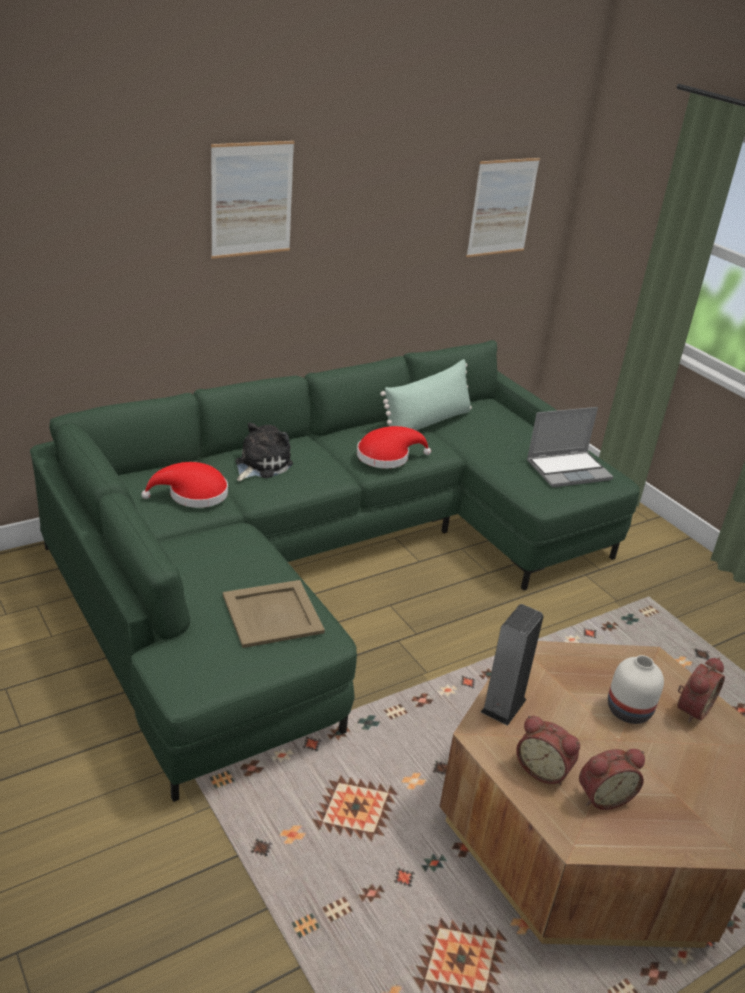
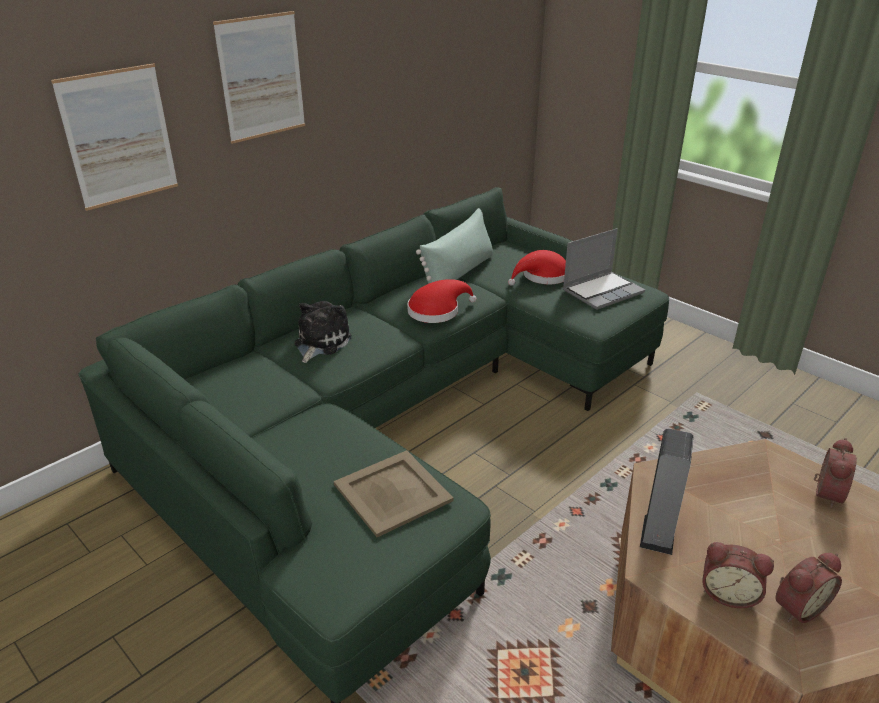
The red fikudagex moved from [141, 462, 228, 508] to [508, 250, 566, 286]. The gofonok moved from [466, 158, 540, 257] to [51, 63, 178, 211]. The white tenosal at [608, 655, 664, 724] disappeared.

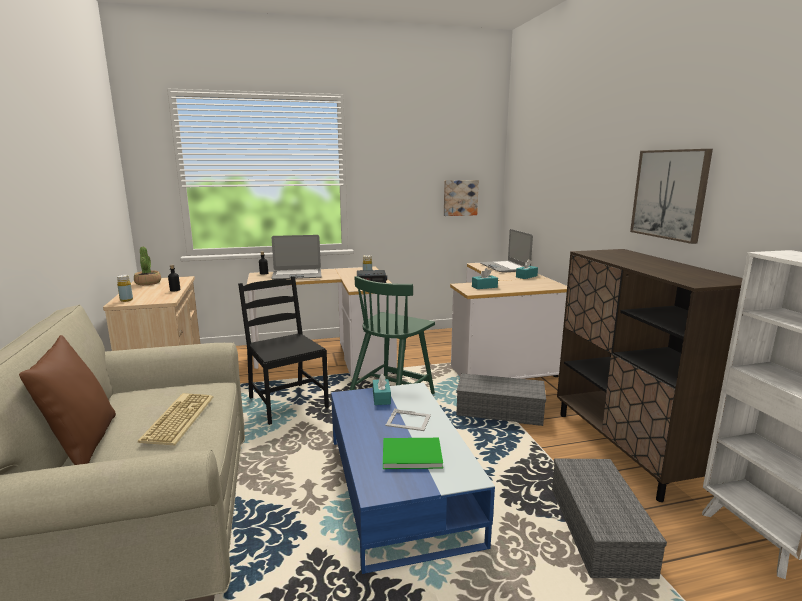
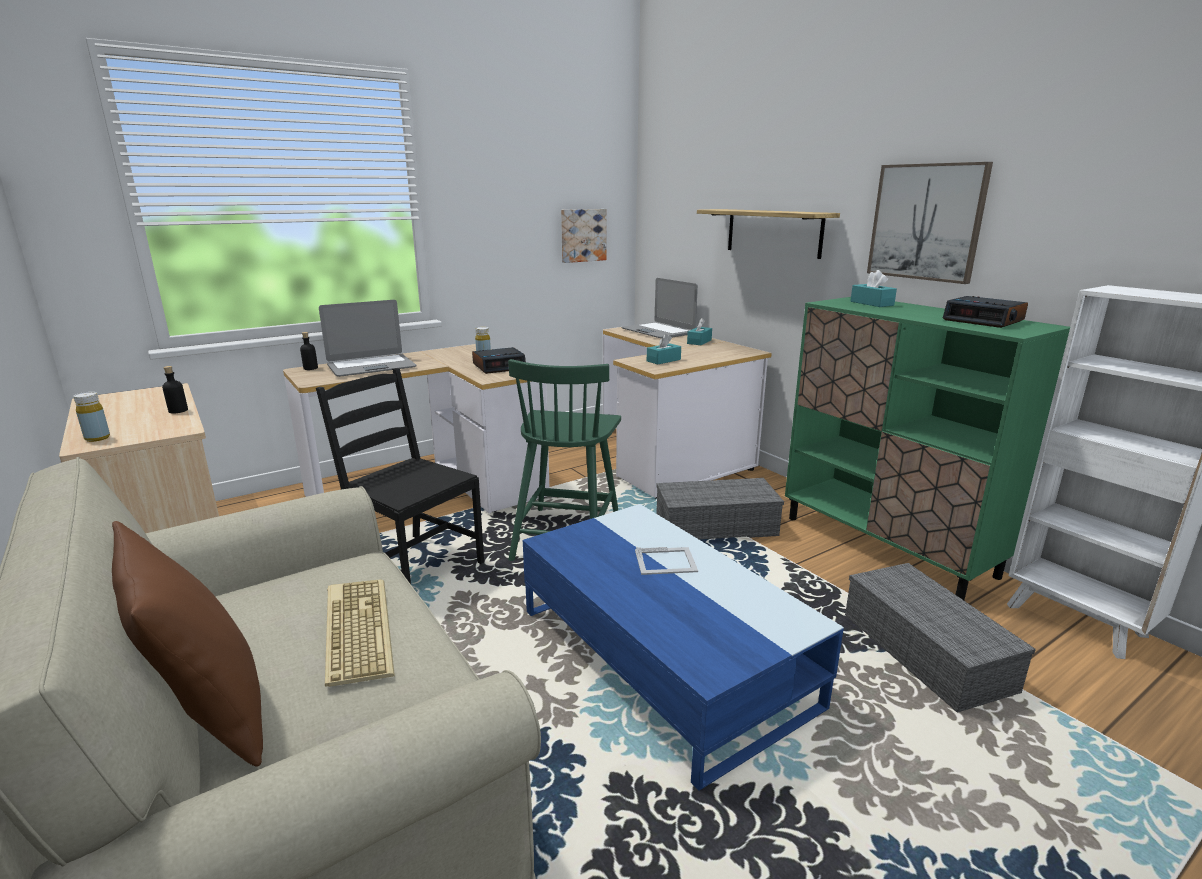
The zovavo at [134, 247, 161, 285] disappeared. The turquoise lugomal moved from [373, 374, 391, 405] to [851, 270, 897, 307]. The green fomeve at [383, 438, 443, 469] disappeared. The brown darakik at [557, 249, 743, 502] became the green darakik at [785, 297, 1070, 600]. The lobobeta at [697, 209, 840, 259] appeared. The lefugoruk at [943, 296, 1028, 328] appeared.

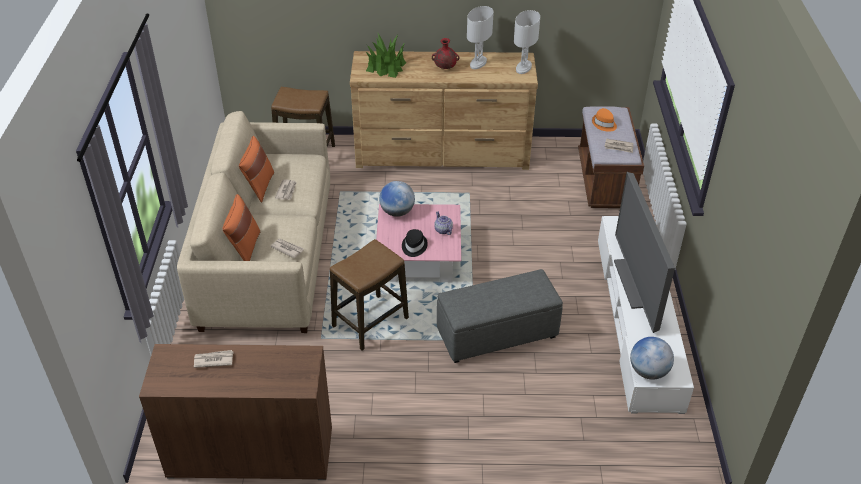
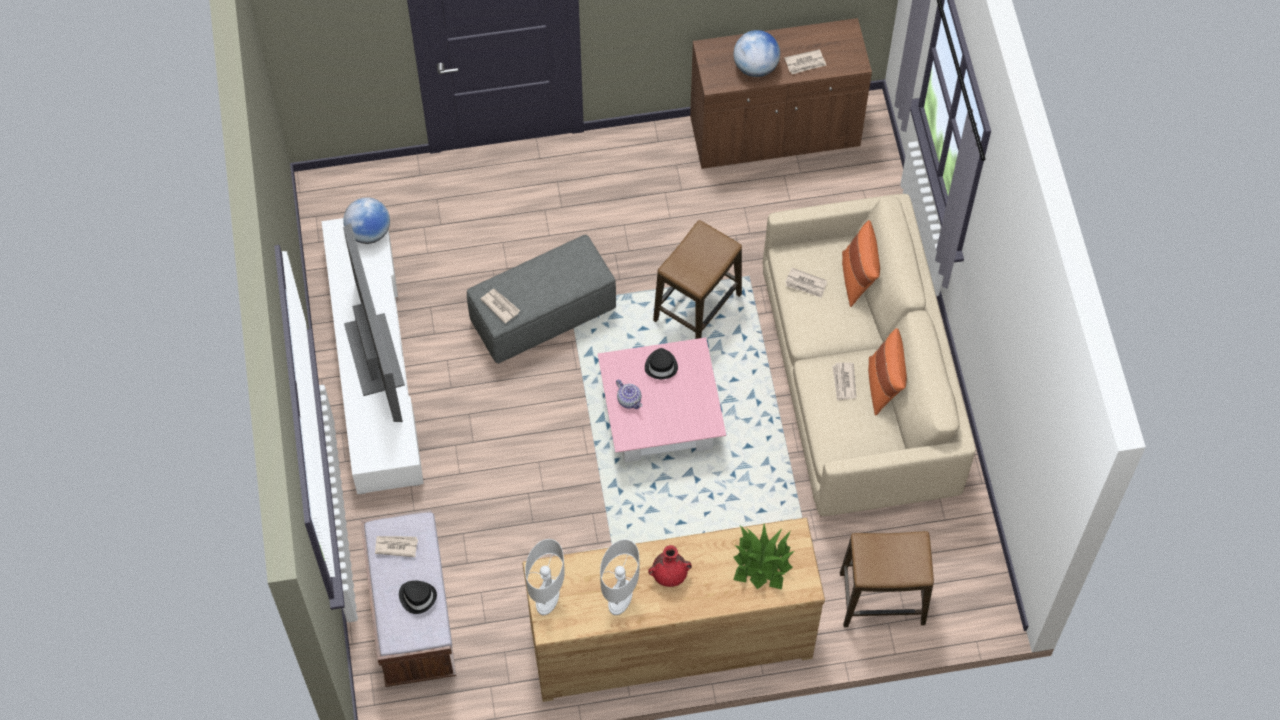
The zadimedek moved from [379, 181, 415, 217] to [733, 30, 780, 77]. The orange fikudagex at [592, 108, 617, 132] became the black fikudagex at [399, 581, 437, 614]. The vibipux at [481, 289, 520, 324] appeared.

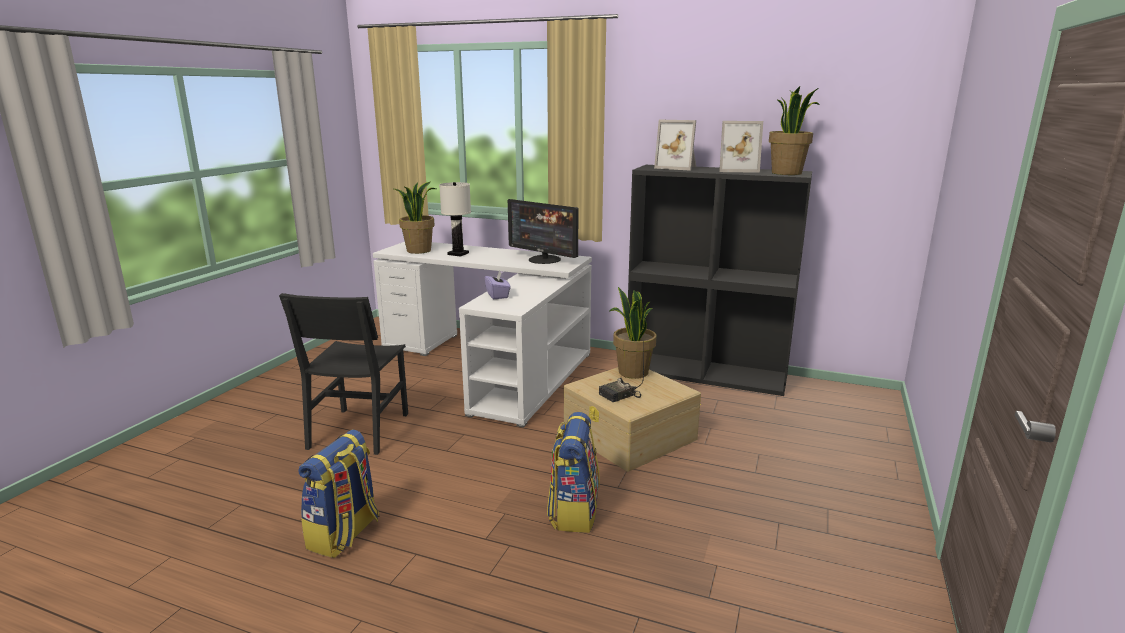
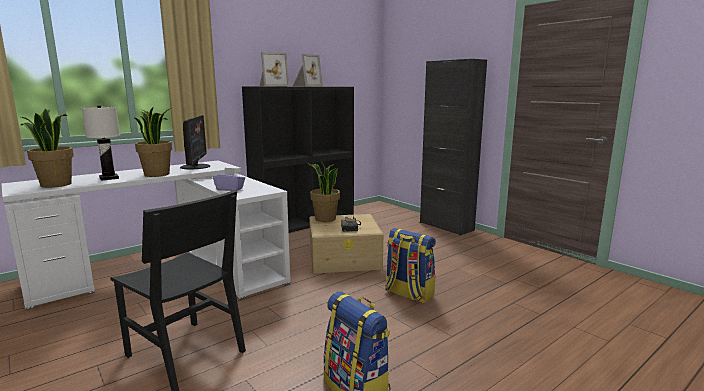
The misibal at [508, 199, 579, 264] turned 75 degrees counterclockwise. The zovavo moved from [769, 86, 819, 175] to [134, 106, 172, 177]. The black darakik at [420, 59, 487, 235] appeared.

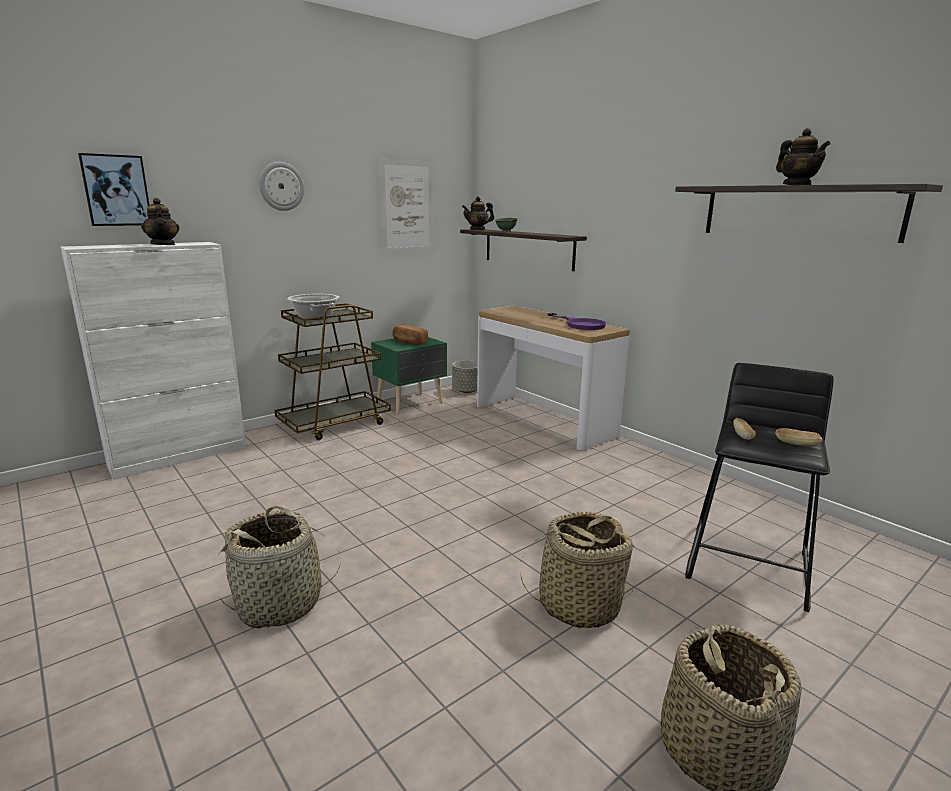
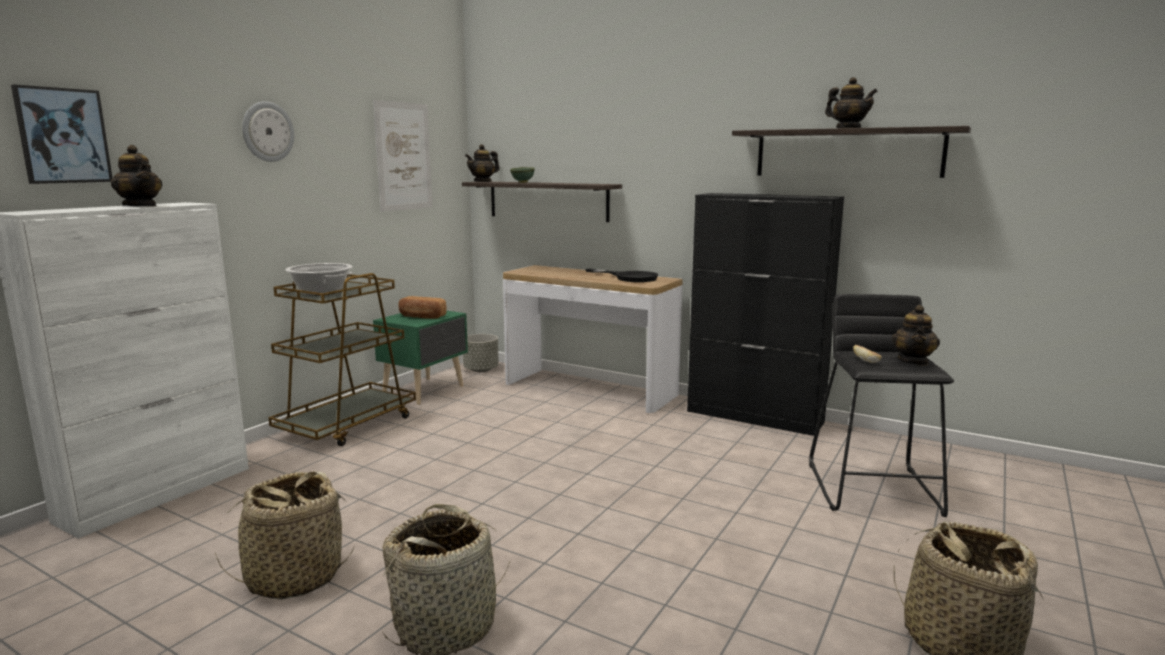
The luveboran moved from [520, 511, 635, 629] to [214, 471, 354, 600]. The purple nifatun at [547, 313, 607, 330] became the black nifatun at [585, 268, 658, 282]. The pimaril at [775, 428, 823, 446] was replaced by the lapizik at [892, 305, 940, 366]. The black darakik at [687, 193, 844, 436] appeared.

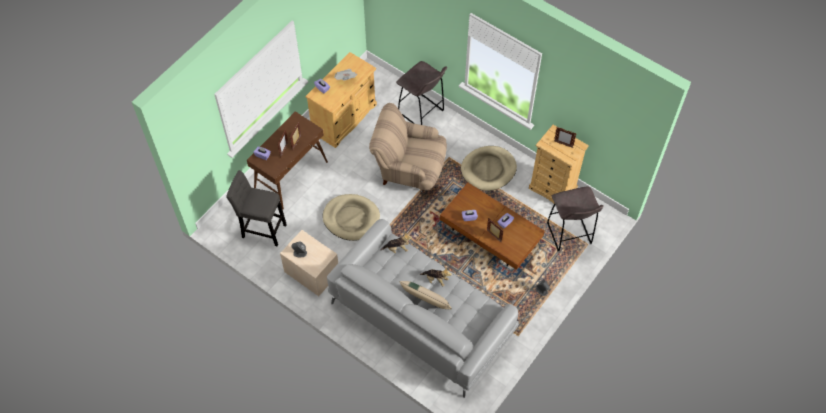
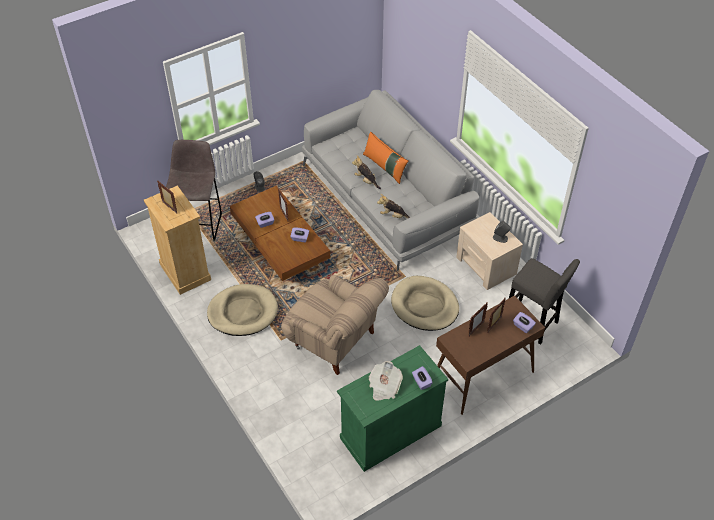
The beige darakik at [306, 52, 377, 148] became the green darakik at [337, 345, 448, 472]. The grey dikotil at [396, 61, 447, 125] disappeared. The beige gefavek at [400, 281, 452, 309] became the orange gefavek at [363, 131, 408, 184].

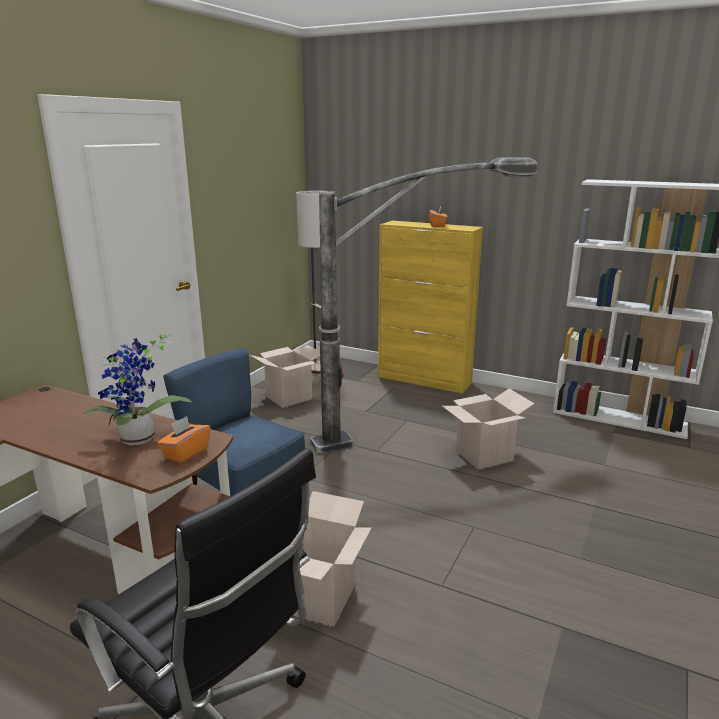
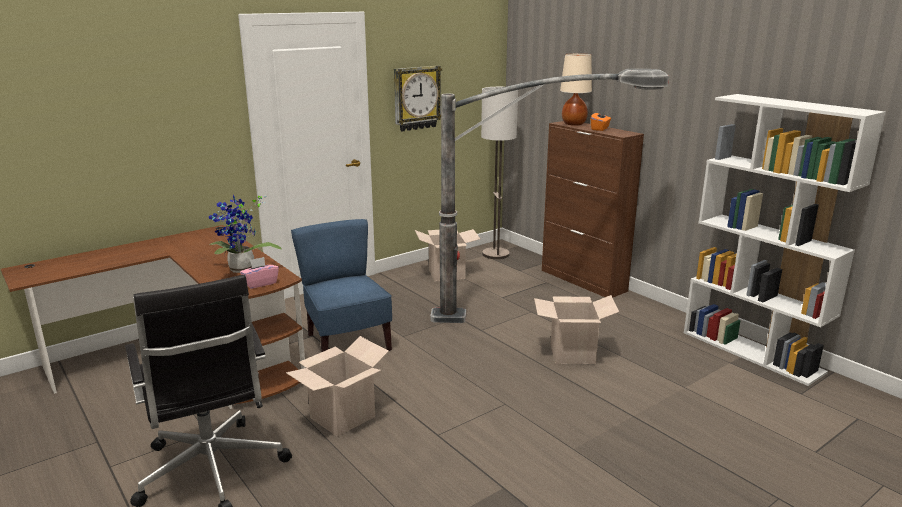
The orange lugomal at [157, 416, 210, 463] became the pink lugomal at [240, 257, 279, 289]. The yellow darakik at [378, 221, 483, 393] became the brown darakik at [542, 121, 644, 298]. The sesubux at [394, 66, 442, 132] appeared. The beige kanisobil at [560, 53, 592, 126] appeared.

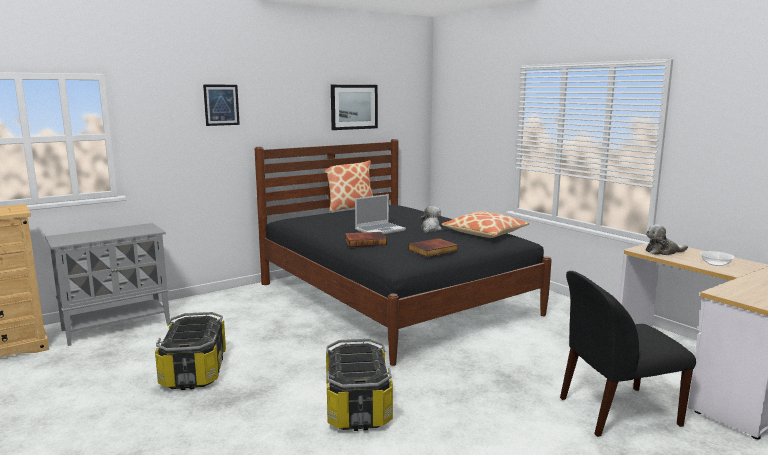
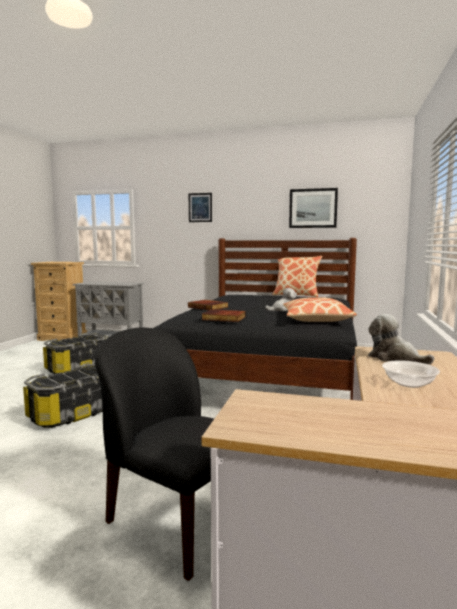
The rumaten at [355, 194, 406, 234] disappeared.

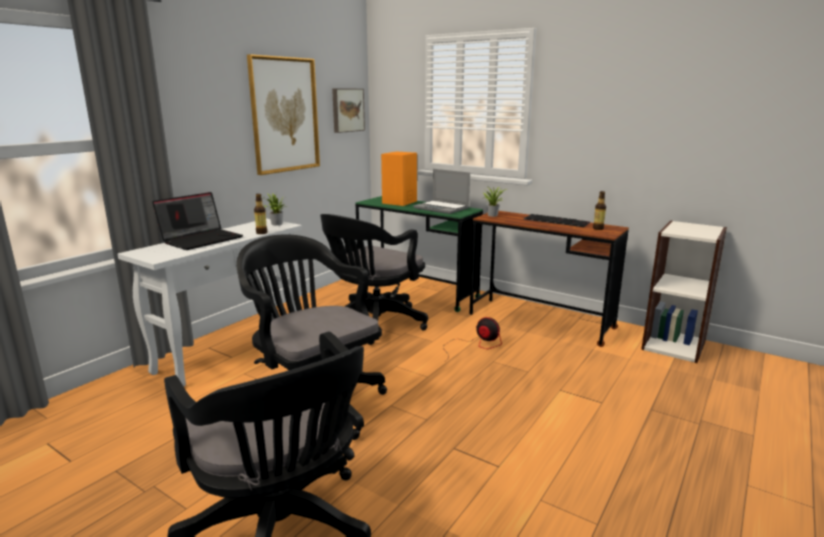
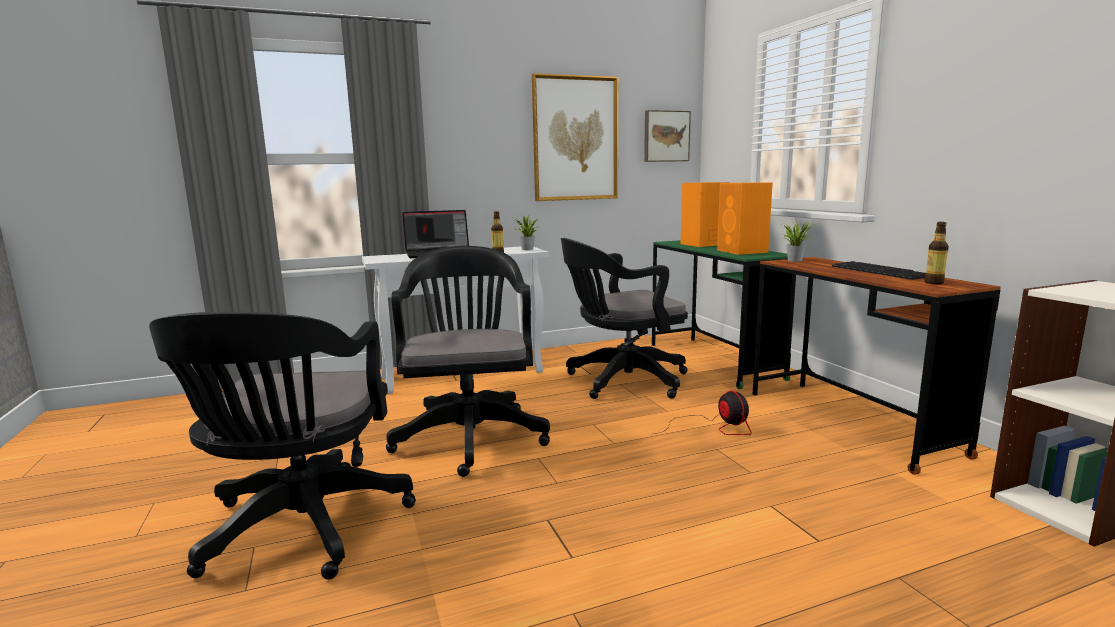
The rumaten at [414, 169, 470, 214] was replaced by the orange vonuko at [717, 182, 773, 255].

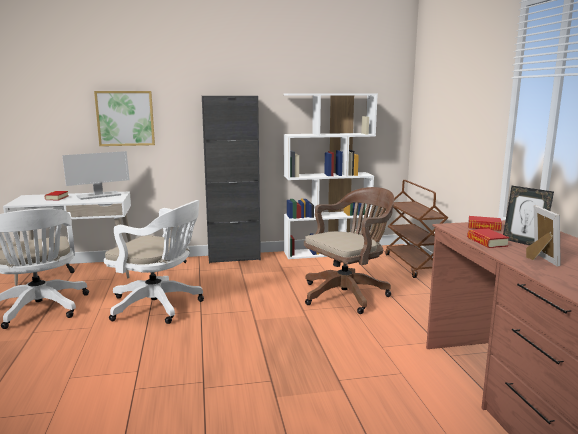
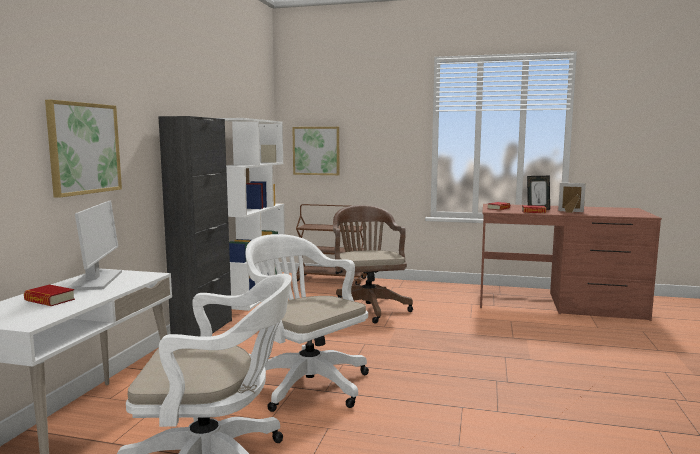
The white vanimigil at [104, 200, 204, 324] turned 90 degrees counterclockwise. The gofonok at [292, 127, 339, 175] appeared.

